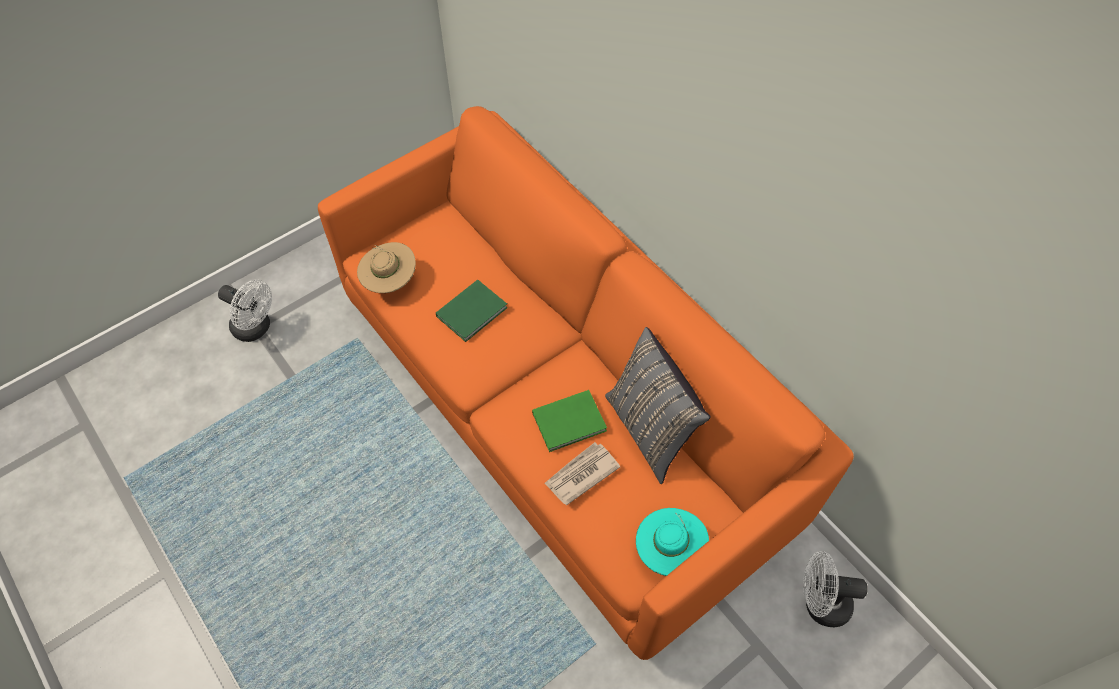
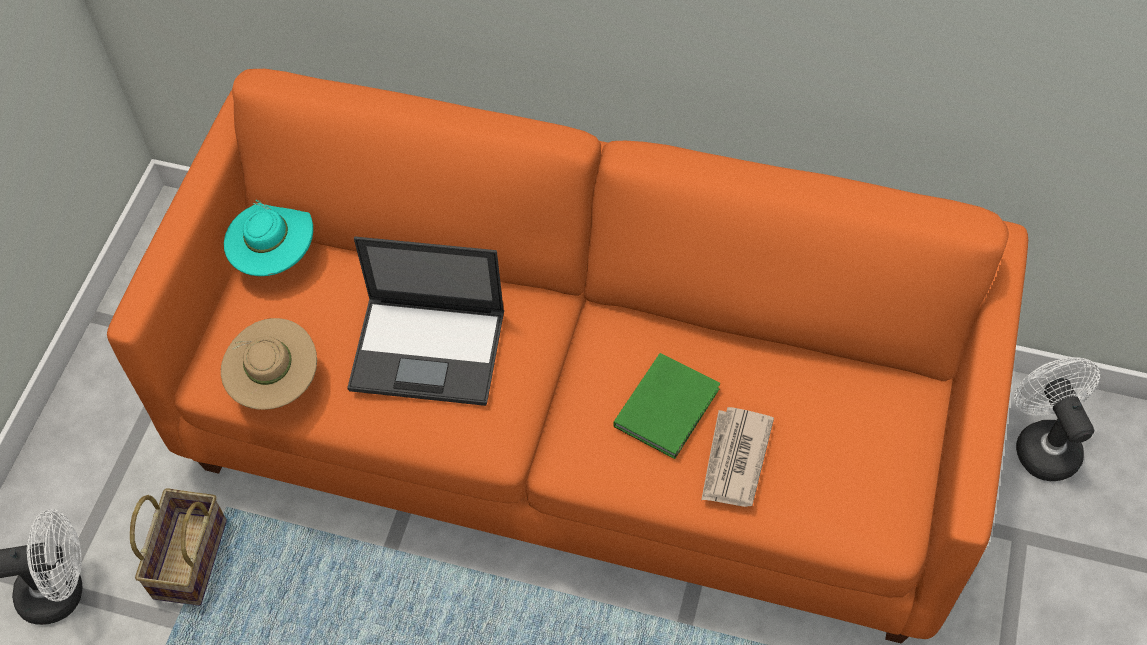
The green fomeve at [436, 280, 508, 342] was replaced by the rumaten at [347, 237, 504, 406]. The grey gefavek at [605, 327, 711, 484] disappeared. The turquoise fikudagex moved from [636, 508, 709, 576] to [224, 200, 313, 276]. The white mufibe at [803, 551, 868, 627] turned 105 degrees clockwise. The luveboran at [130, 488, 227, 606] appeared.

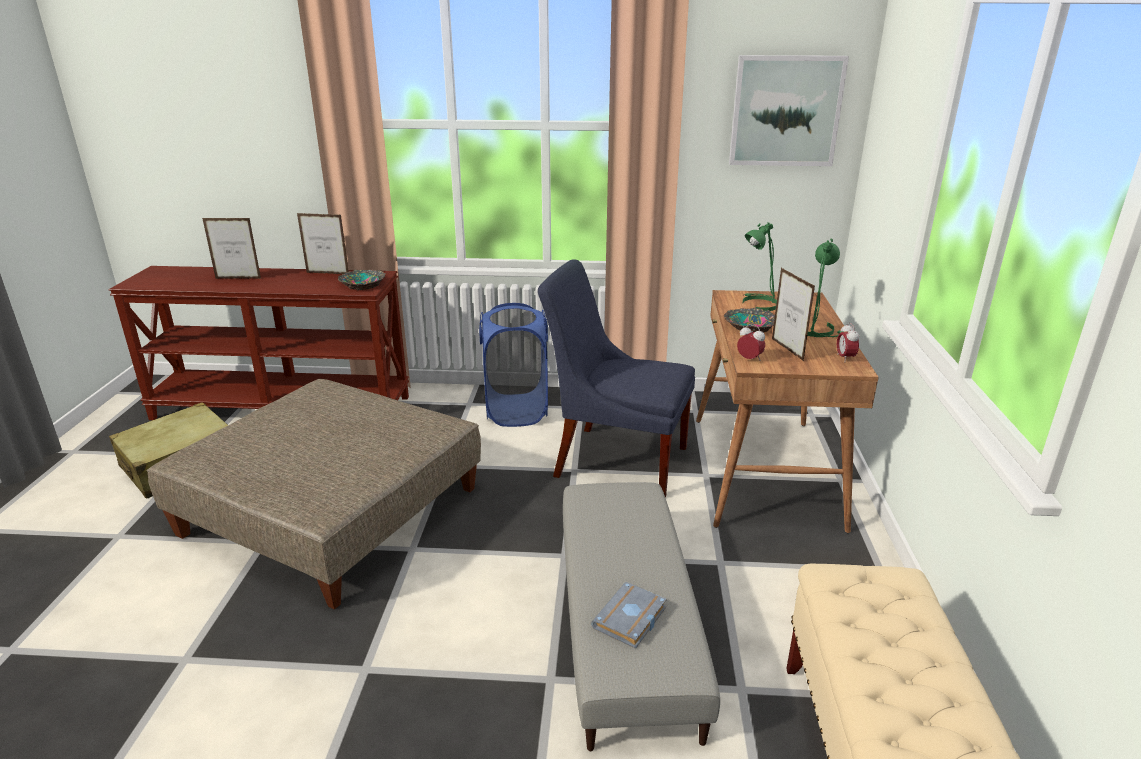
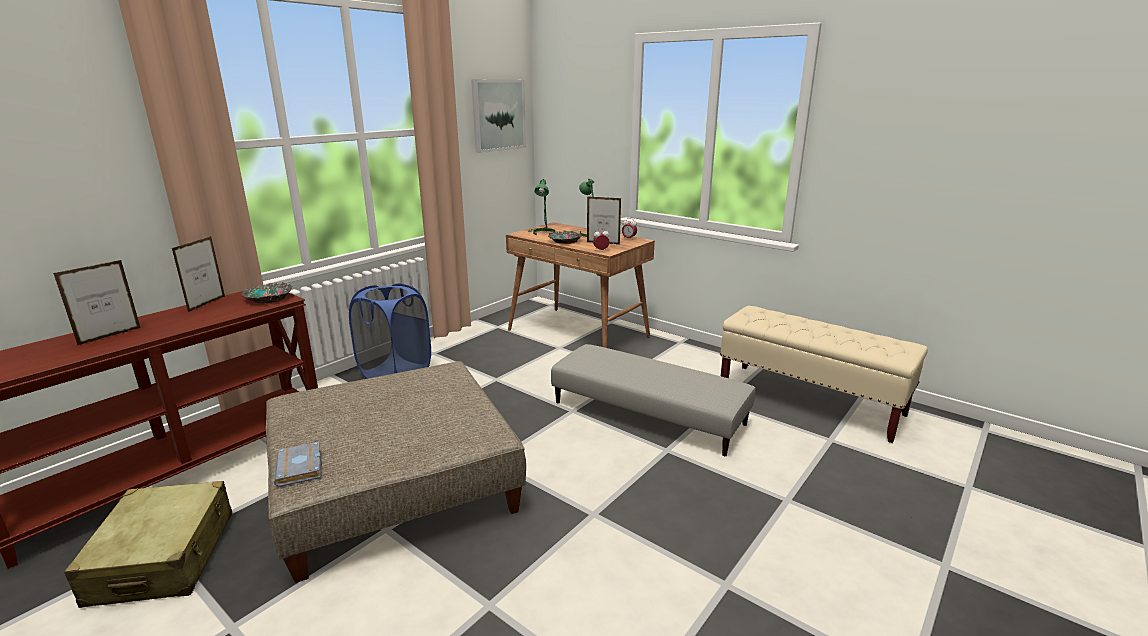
The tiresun at [297, 213, 349, 274] turned 150 degrees clockwise. The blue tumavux at [538, 259, 695, 497] disappeared. The grey fomeve moved from [591, 582, 667, 649] to [274, 442, 322, 487].

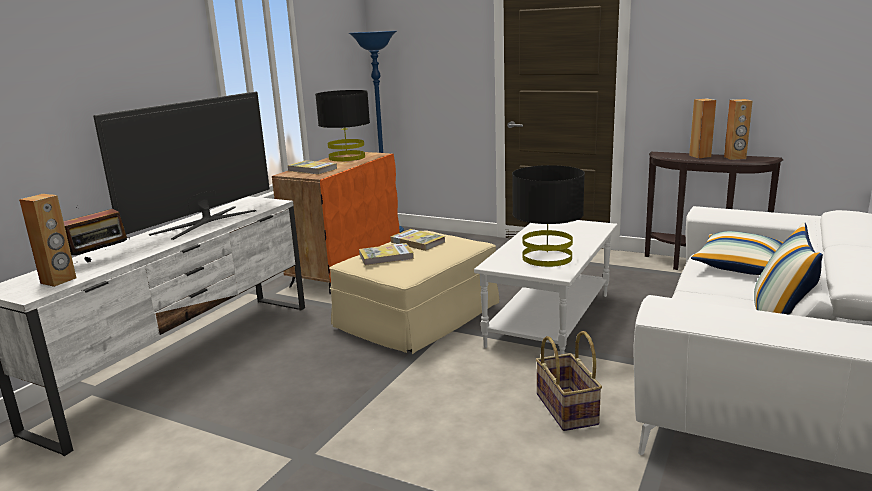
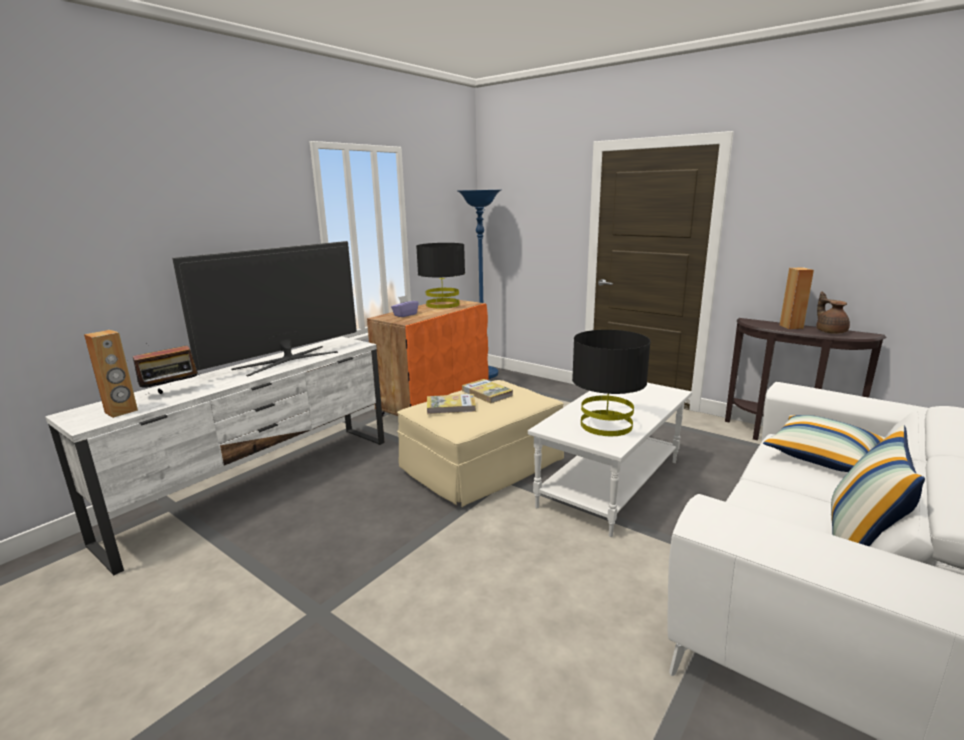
The fomeve at [287, 160, 337, 174] was replaced by the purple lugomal at [391, 295, 419, 317]. The luveboran at [536, 331, 602, 431] disappeared. The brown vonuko at [724, 99, 753, 160] was replaced by the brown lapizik at [816, 291, 850, 334].

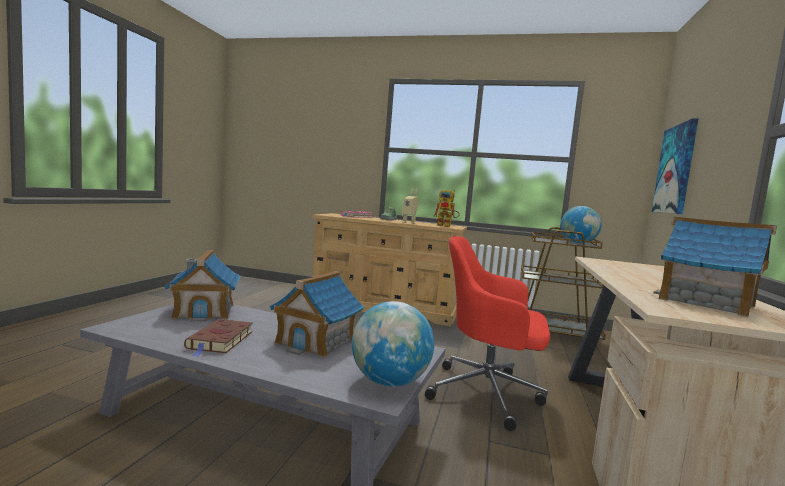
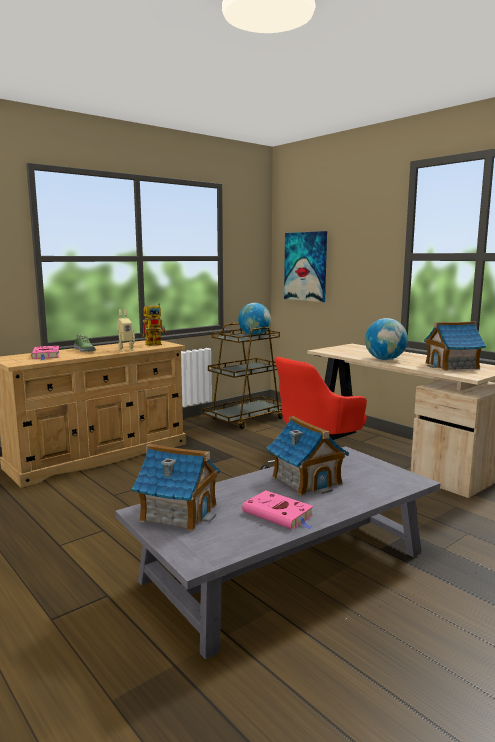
The brown fomeve at [184, 319, 253, 357] became the pink fomeve at [242, 490, 314, 530]. The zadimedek moved from [352, 301, 434, 387] to [365, 318, 408, 360].

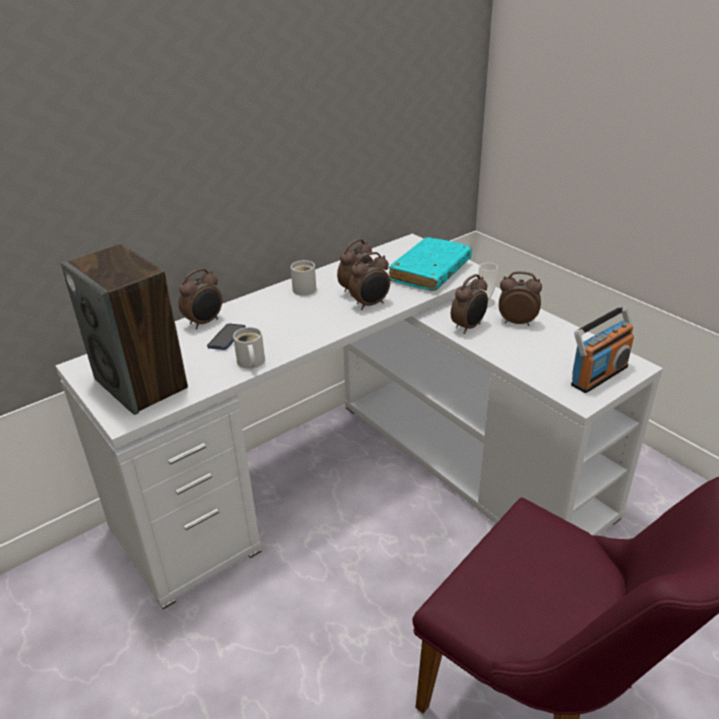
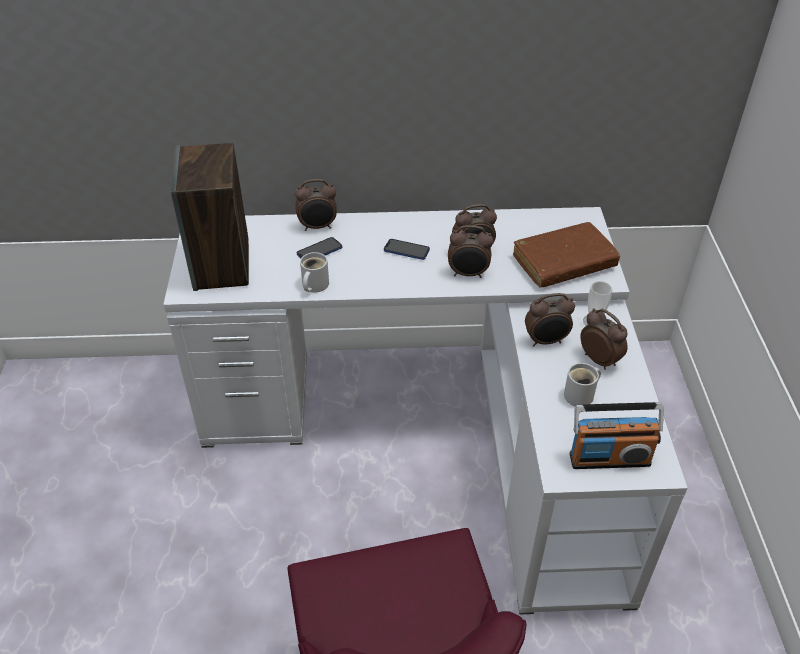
The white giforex moved from [291, 260, 316, 296] to [564, 363, 601, 406]. The turquoise fomeve at [389, 237, 472, 291] became the brown fomeve at [513, 222, 620, 287]. The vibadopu at [384, 239, 430, 260] appeared.

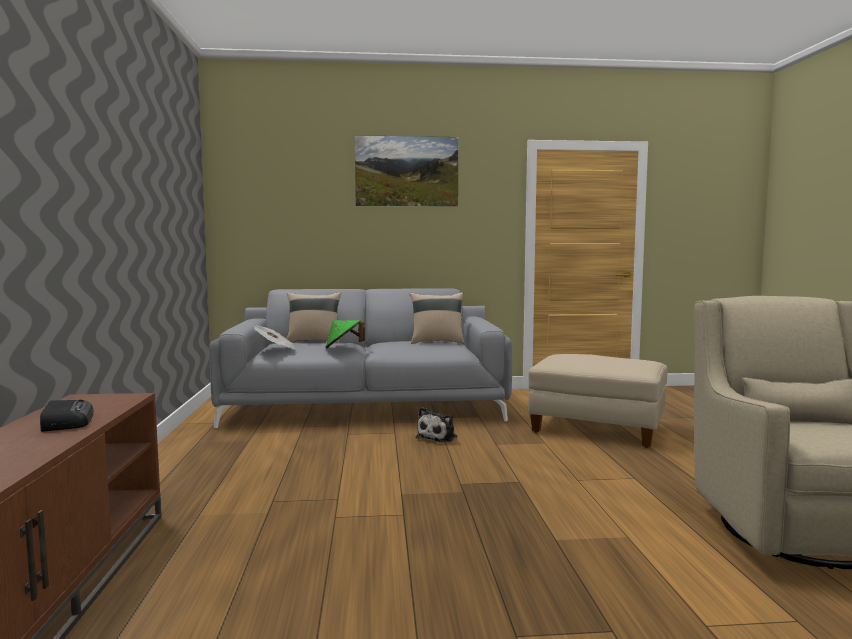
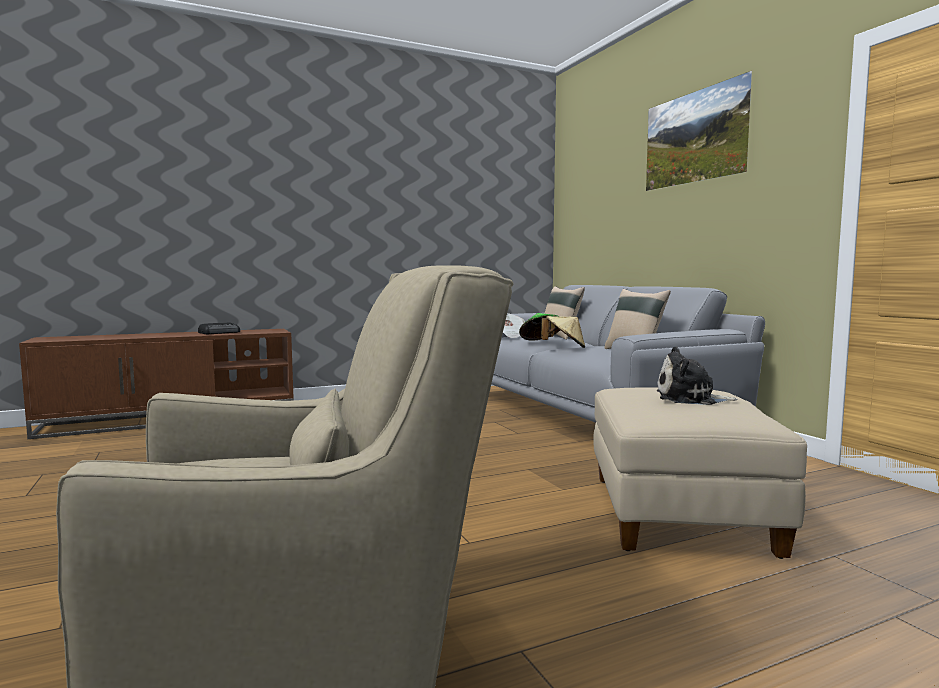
The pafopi moved from [416, 407, 458, 443] to [657, 346, 738, 405]. The beige fikudagex at [541, 316, 585, 348] appeared.

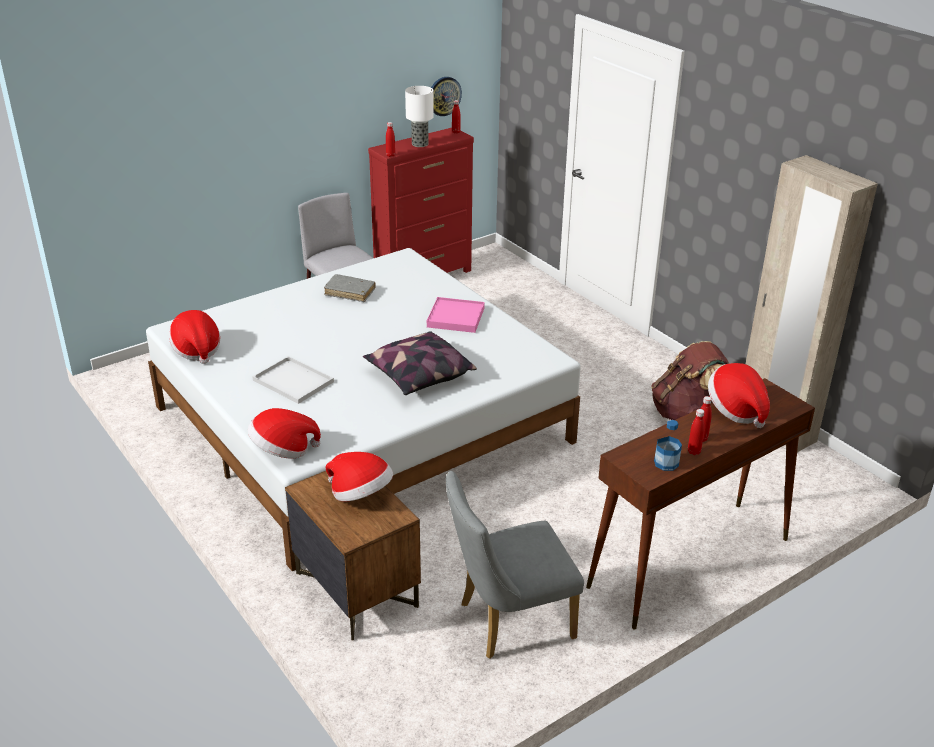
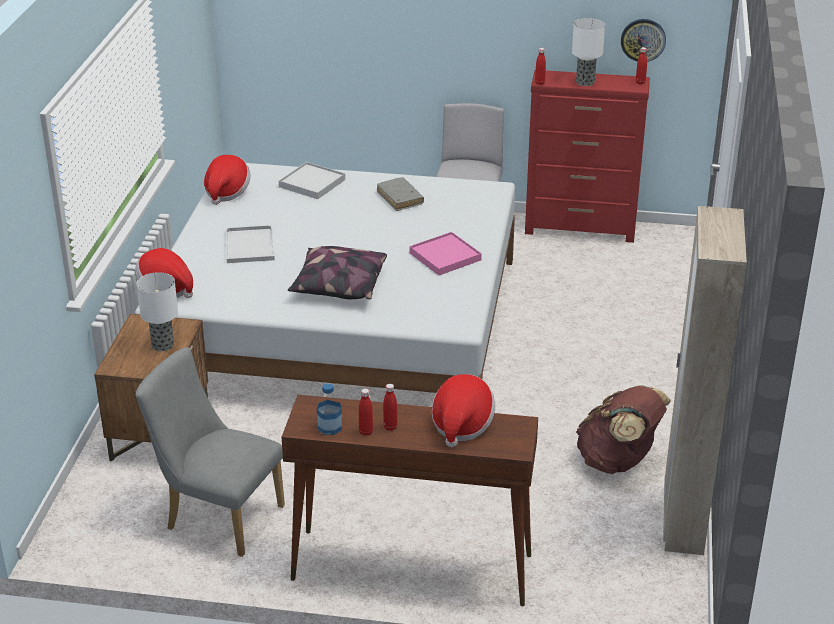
The fikudagex at [326, 452, 393, 501] was replaced by the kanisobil at [136, 272, 178, 351]. The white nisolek at [279, 162, 345, 199] appeared.

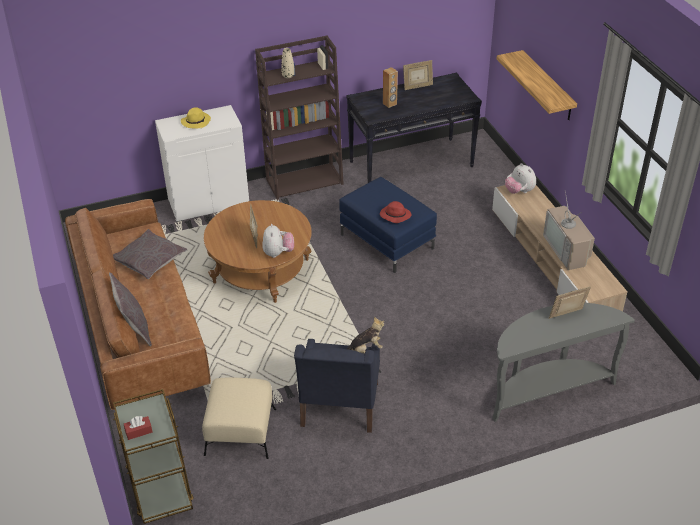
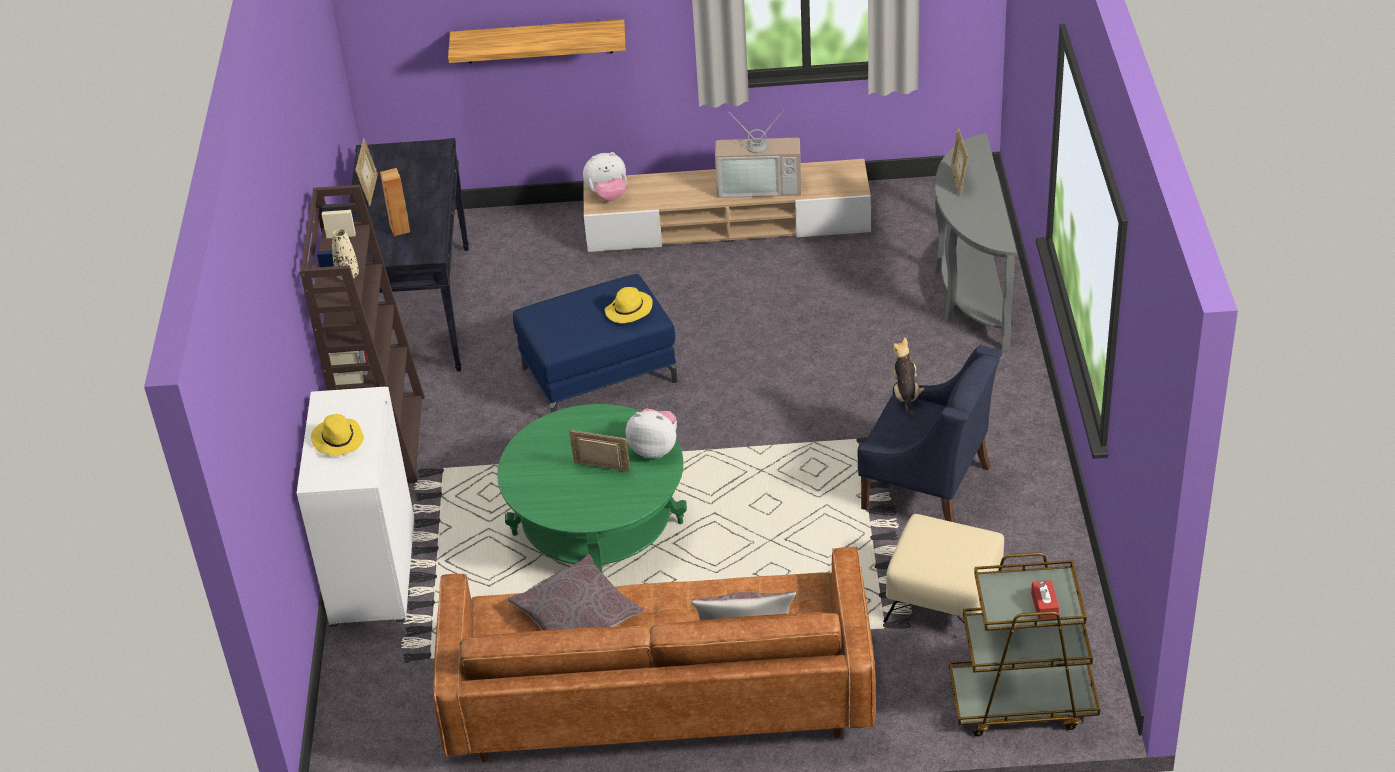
The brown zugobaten at [204, 200, 312, 303] became the green zugobaten at [497, 404, 687, 572]. The red fikudagex at [380, 201, 411, 223] became the yellow fikudagex at [605, 287, 653, 323].

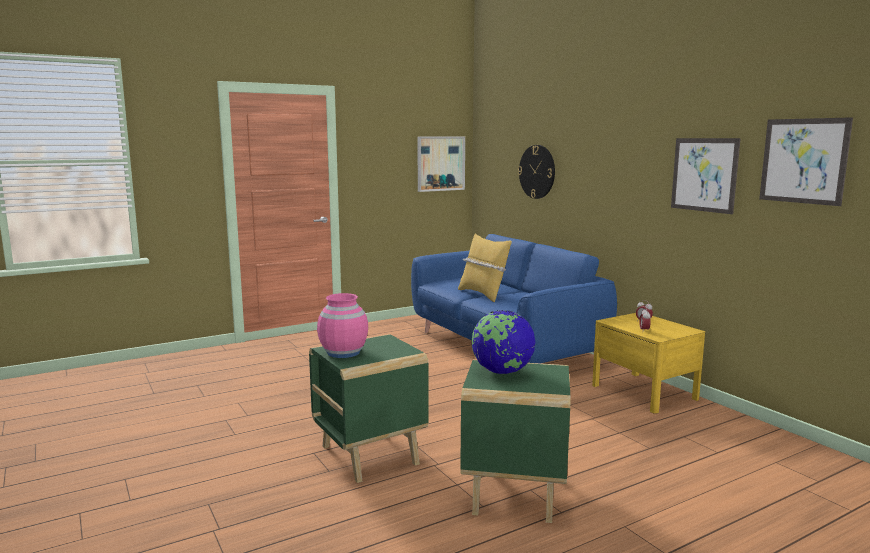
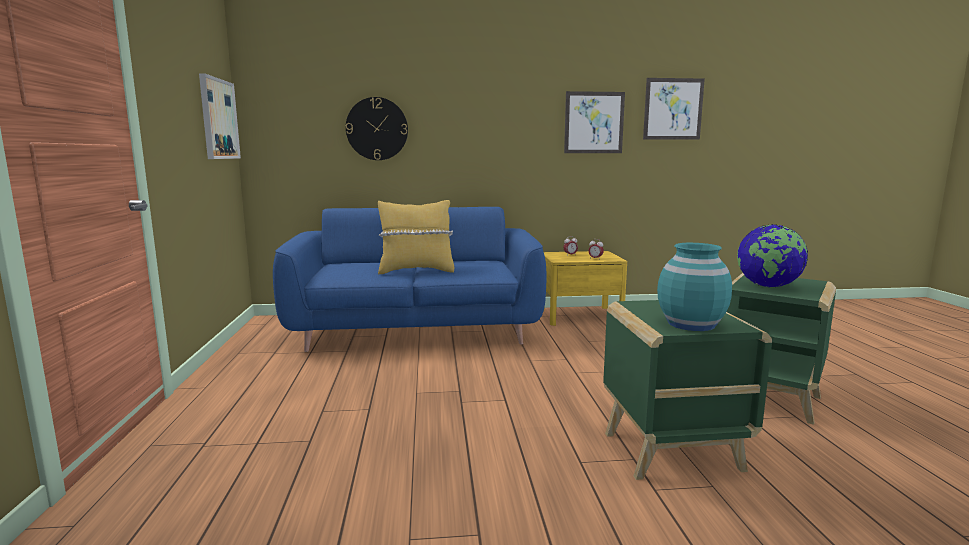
The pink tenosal at [317, 293, 368, 358] became the turquoise tenosal at [657, 243, 732, 331].

